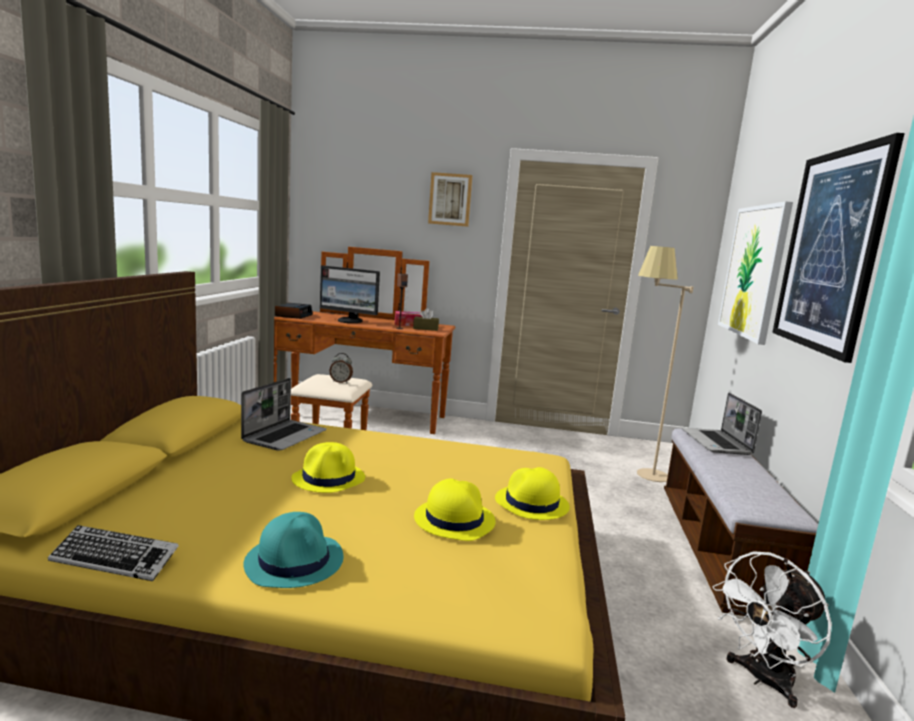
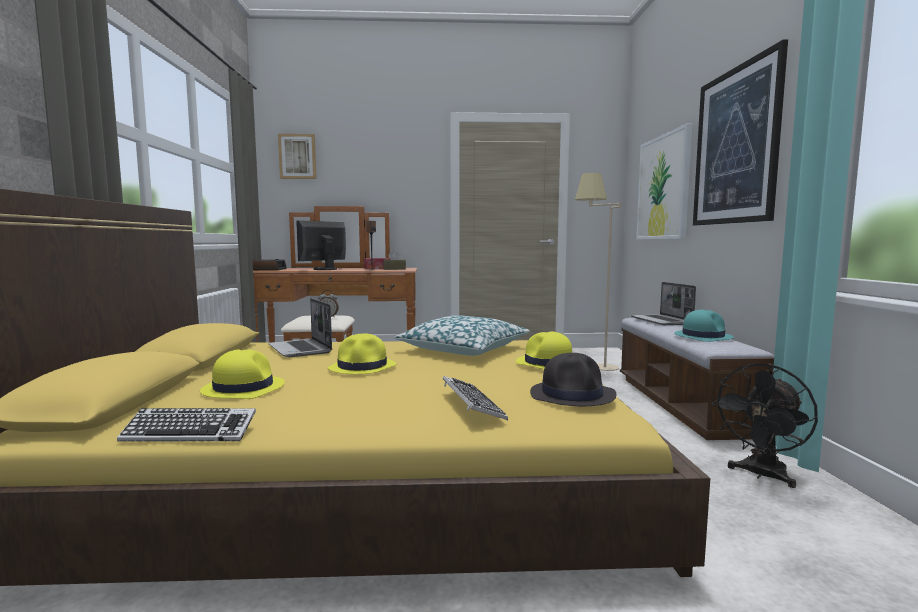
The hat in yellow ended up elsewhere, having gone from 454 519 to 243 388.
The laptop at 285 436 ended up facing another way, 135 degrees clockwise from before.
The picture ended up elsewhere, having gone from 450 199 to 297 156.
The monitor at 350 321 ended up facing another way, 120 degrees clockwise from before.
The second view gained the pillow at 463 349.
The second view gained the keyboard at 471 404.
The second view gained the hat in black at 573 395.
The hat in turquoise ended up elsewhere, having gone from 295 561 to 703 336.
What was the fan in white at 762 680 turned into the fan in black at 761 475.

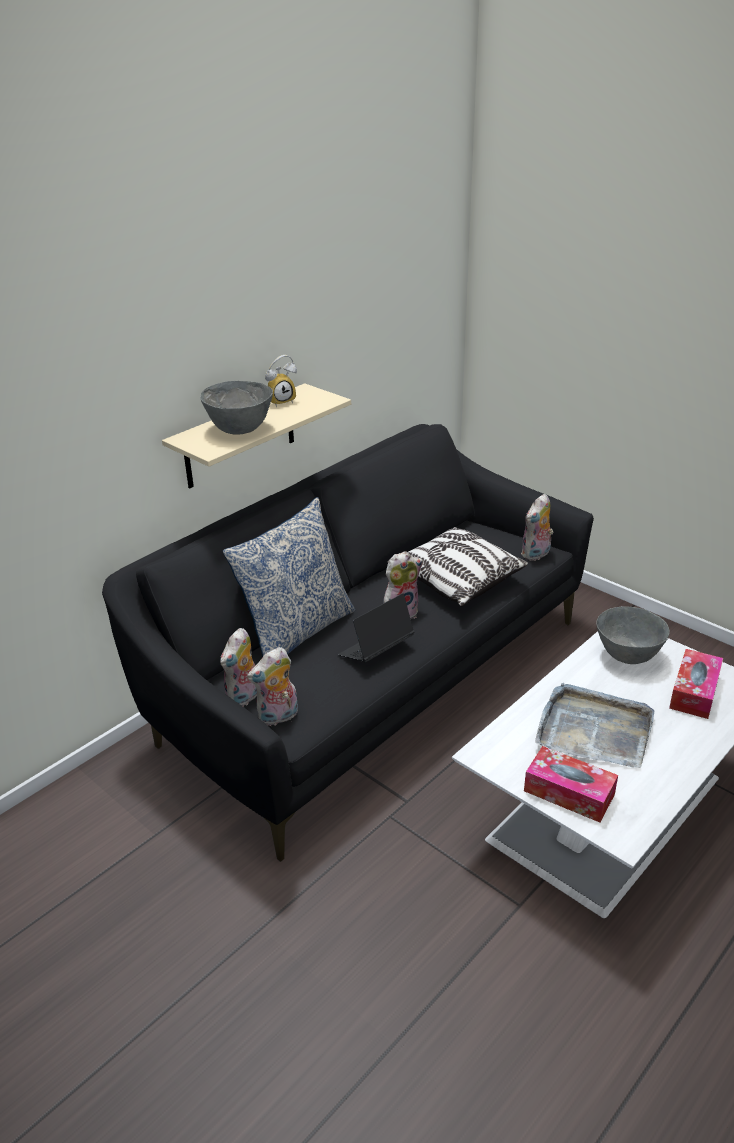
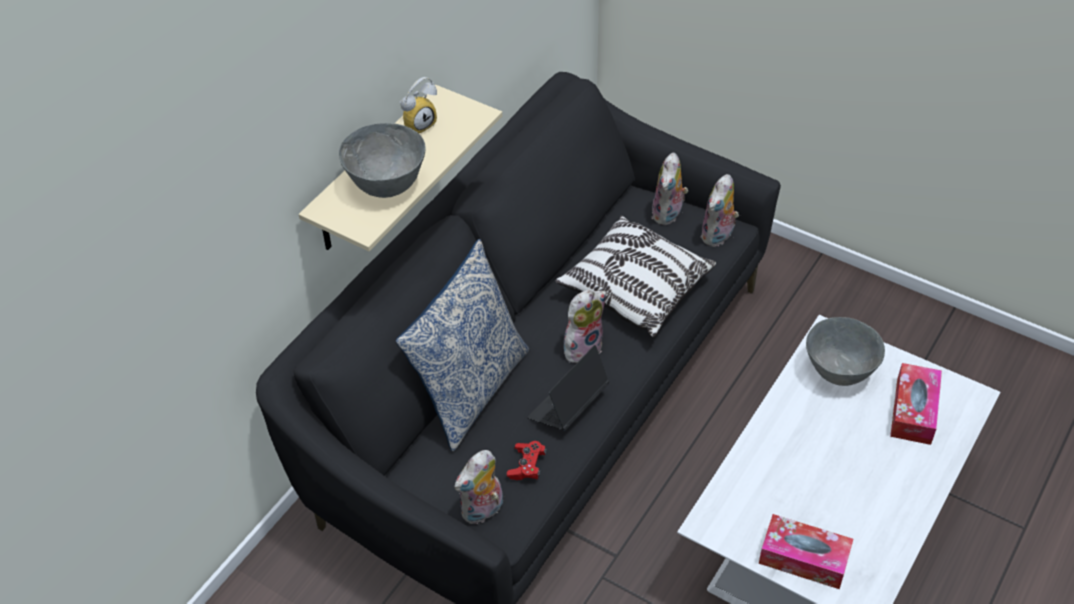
The second view gained the game controller in red at 527 466.
The plush toy ended up elsewhere, having gone from 244 698 to 668 215.
The second view lost the tray in grey at 593 729.

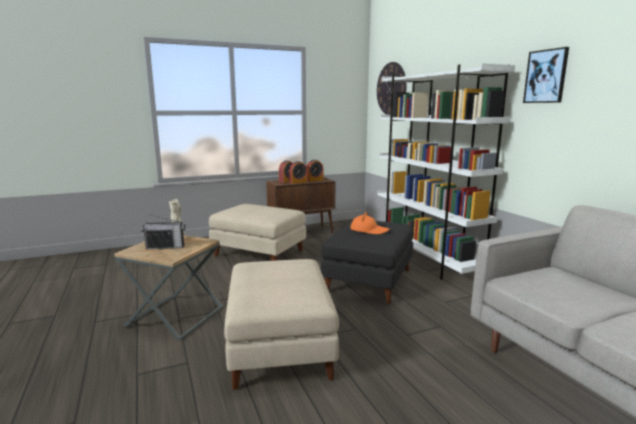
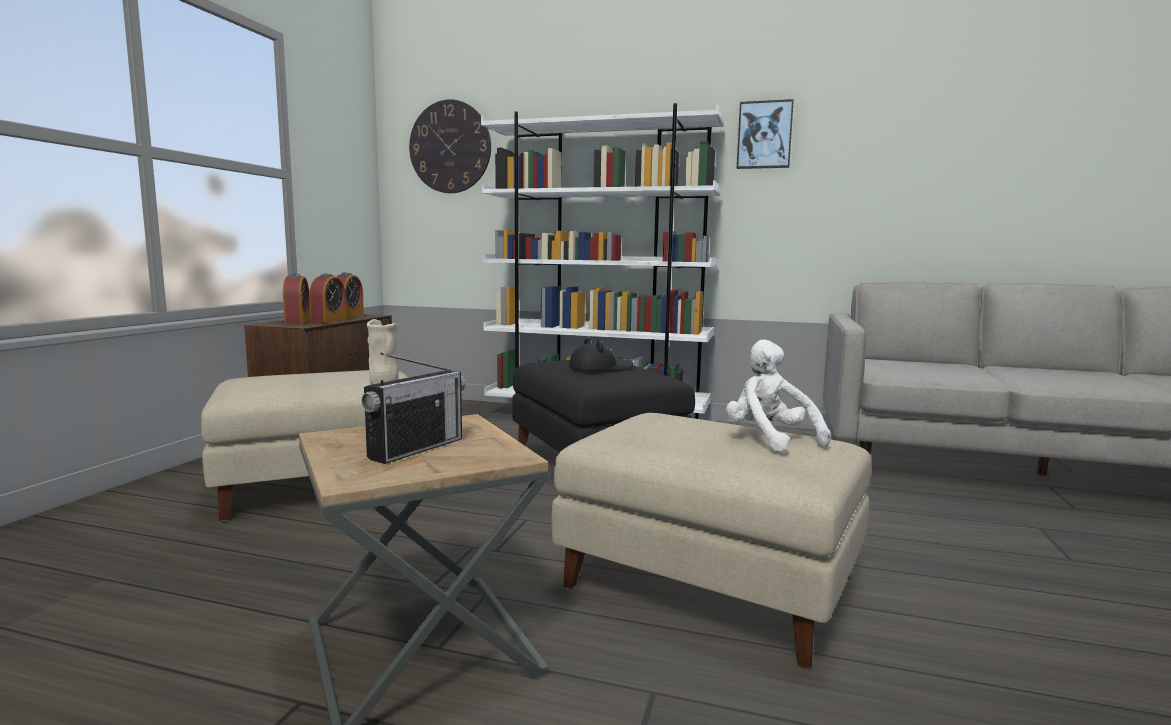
What was the hat in orange at 369 230 turned into the hat in black at 600 368.
The second view gained the plush toy in white at 769 440.

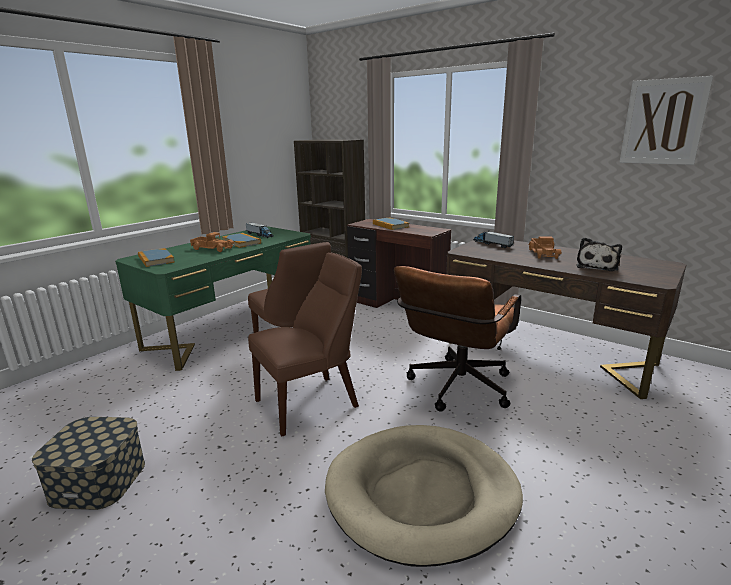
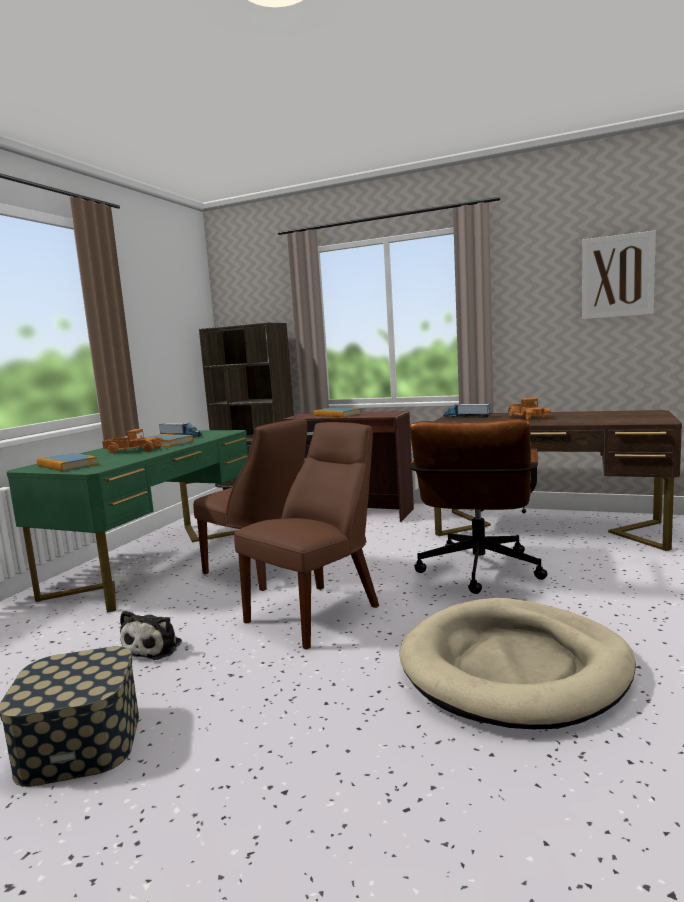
The plush toy ended up elsewhere, having gone from 597 266 to 154 647.

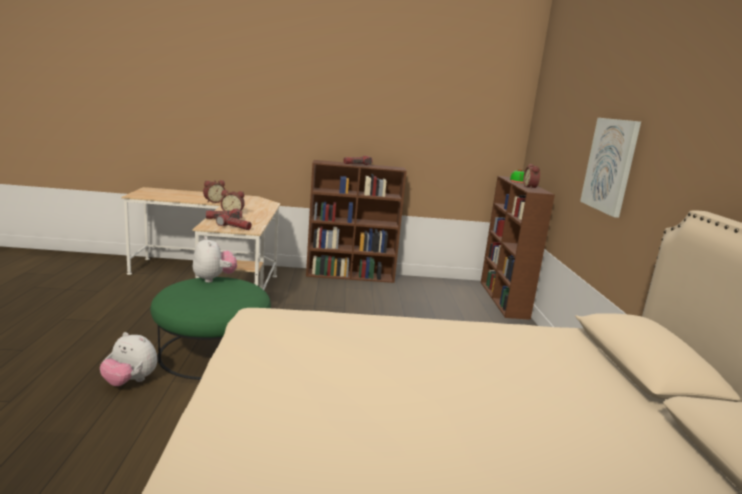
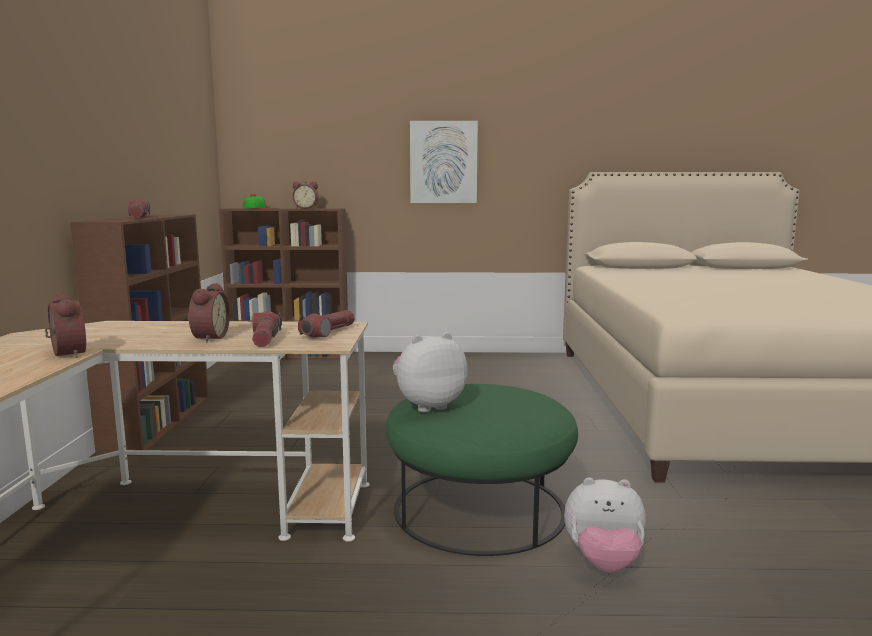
The plush toy at 130 382 ended up facing another way, 75 degrees clockwise from before.

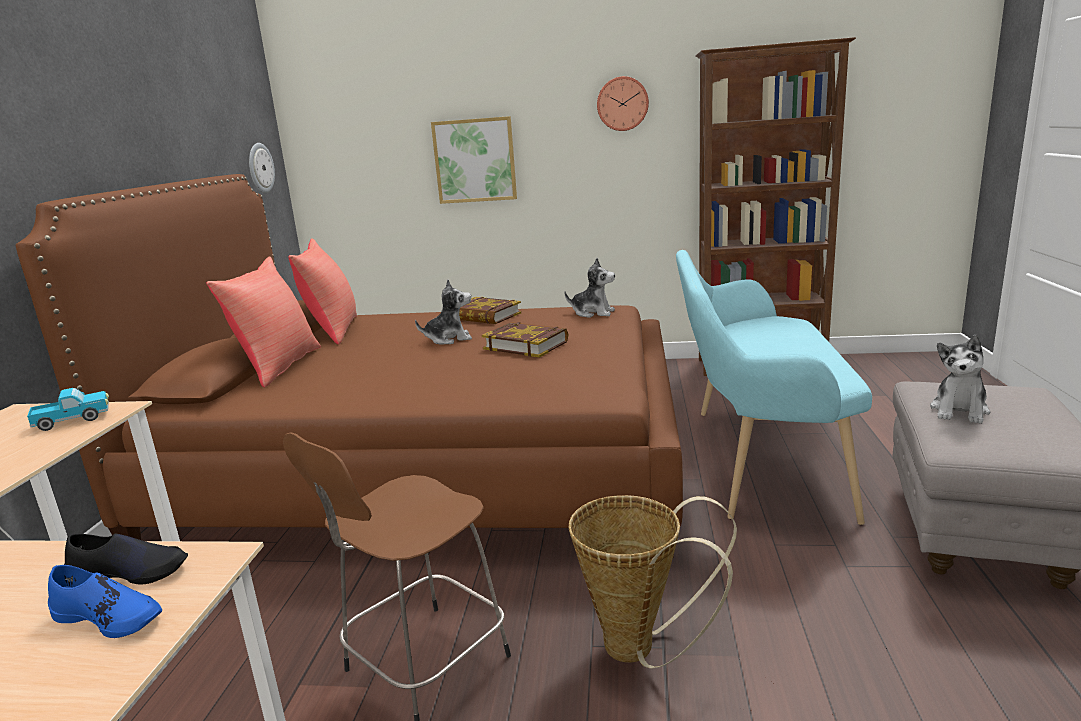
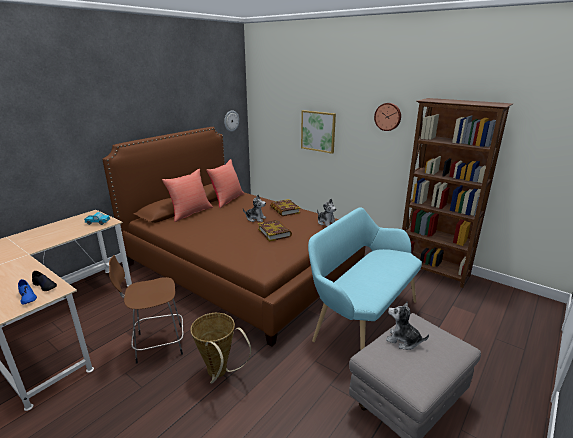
The plush toy at 959 411 ended up facing another way, 60 degrees clockwise from before.

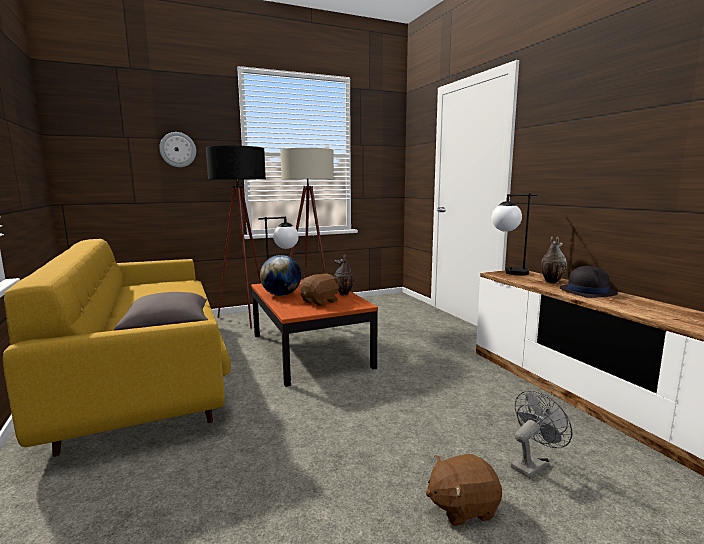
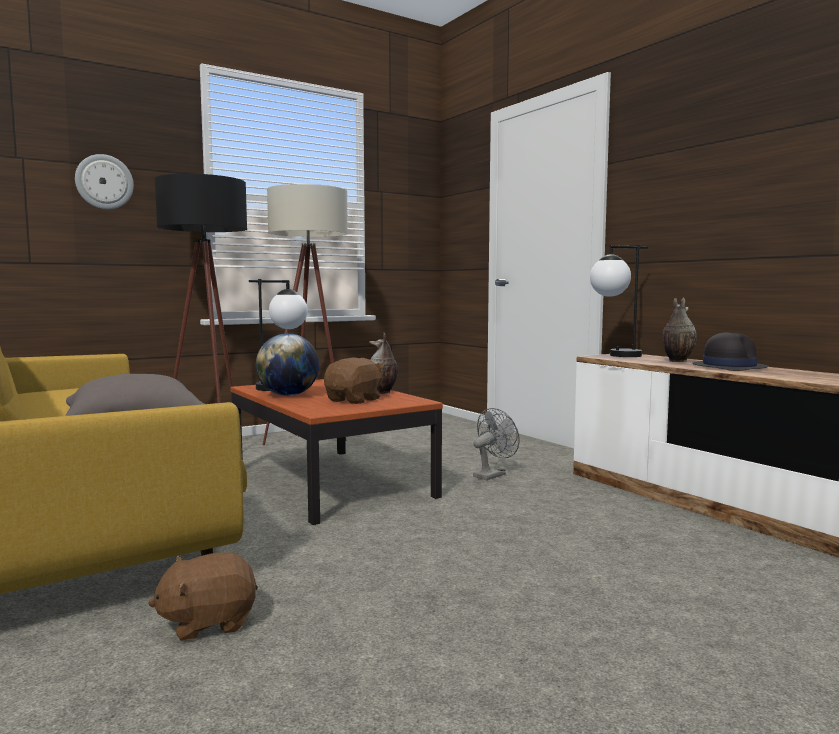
The plush toy in brown ended up elsewhere, having gone from 462 507 to 208 622.
The fan in grey ended up elsewhere, having gone from 533 464 to 492 475.

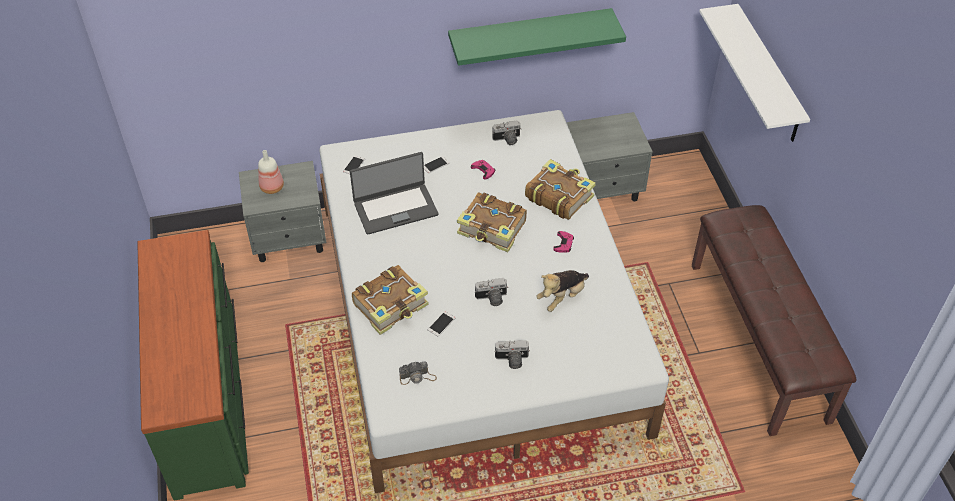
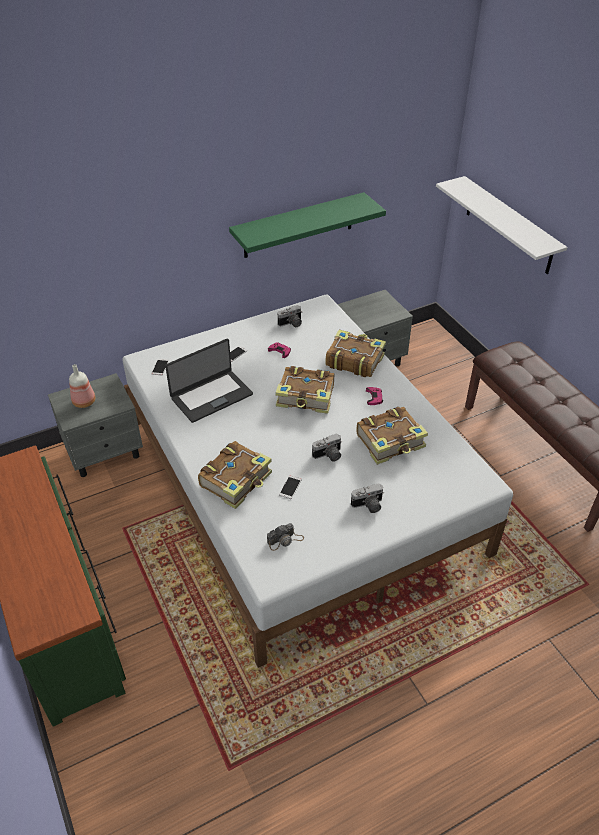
Where the plush toy stood at 562 297, the book came to stand at 391 442.

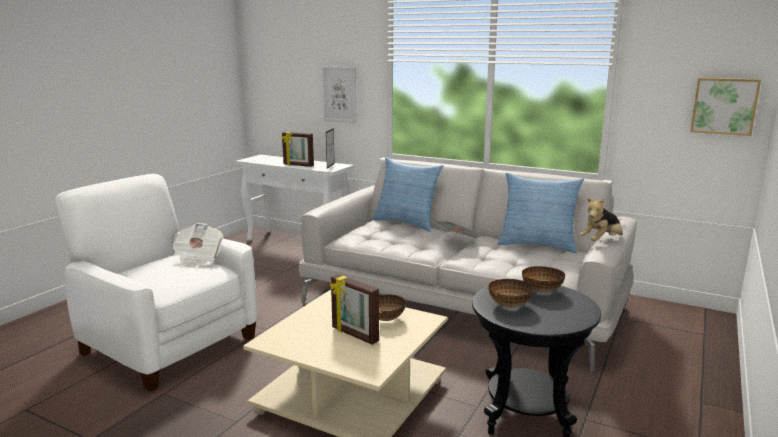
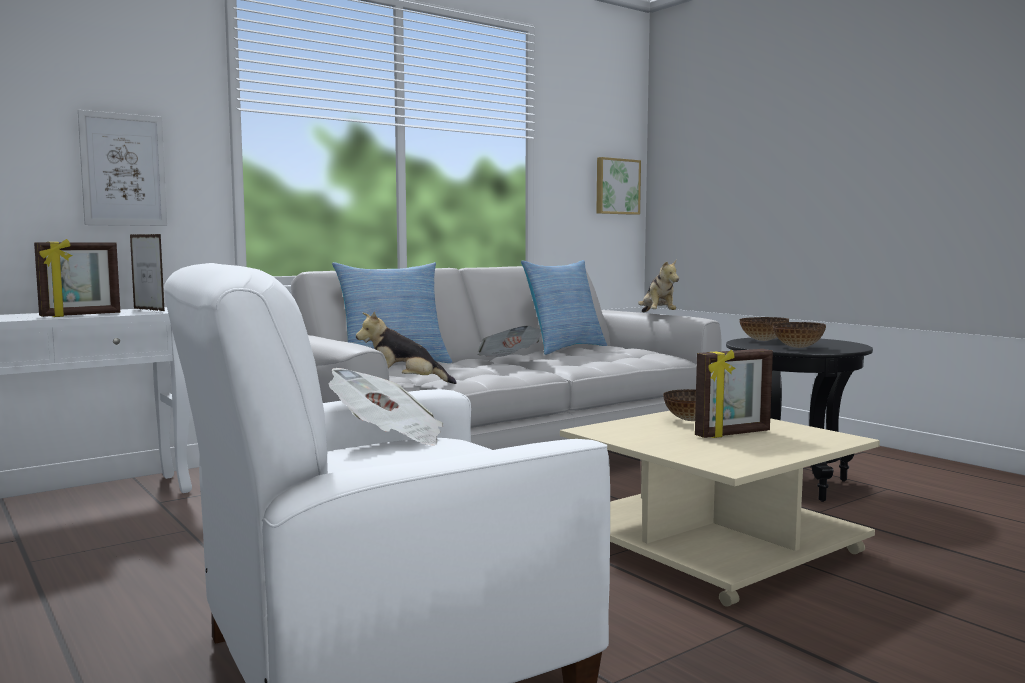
The second view gained the plush toy at 404 384.

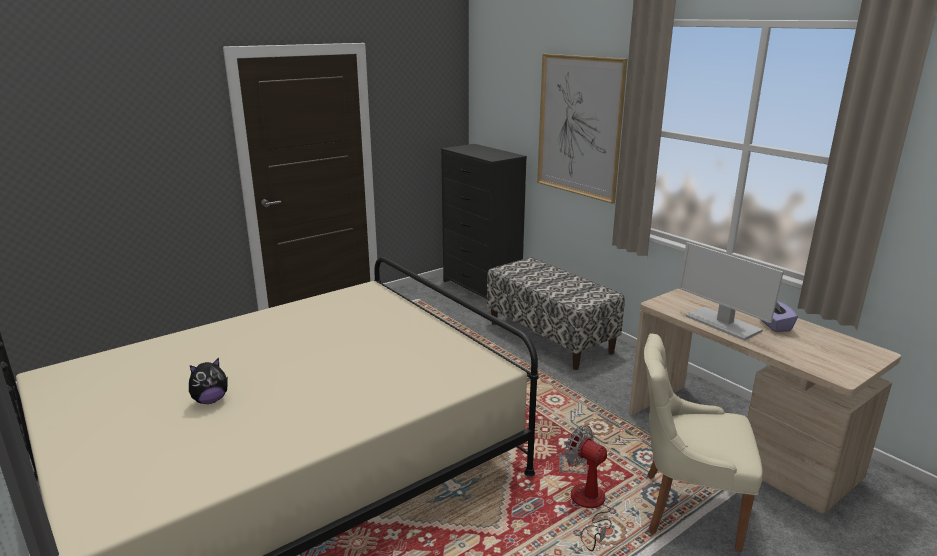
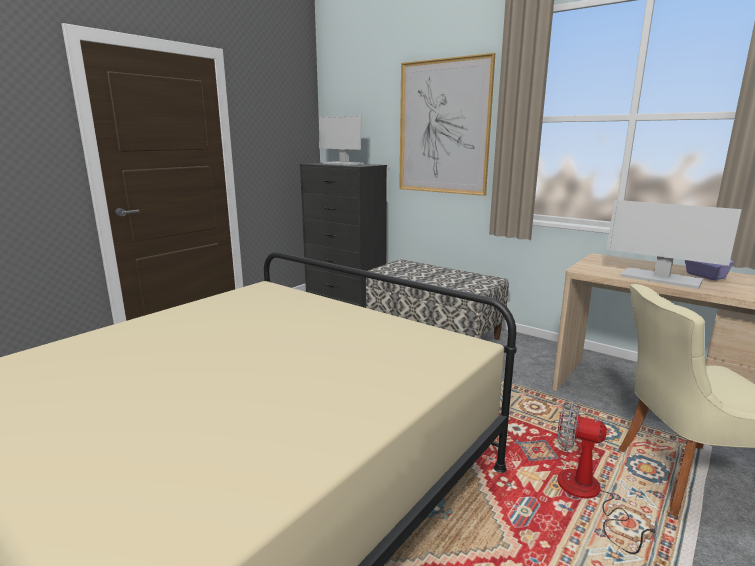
The second view gained the monitor at 342 164.
The second view lost the plush toy at 210 400.

